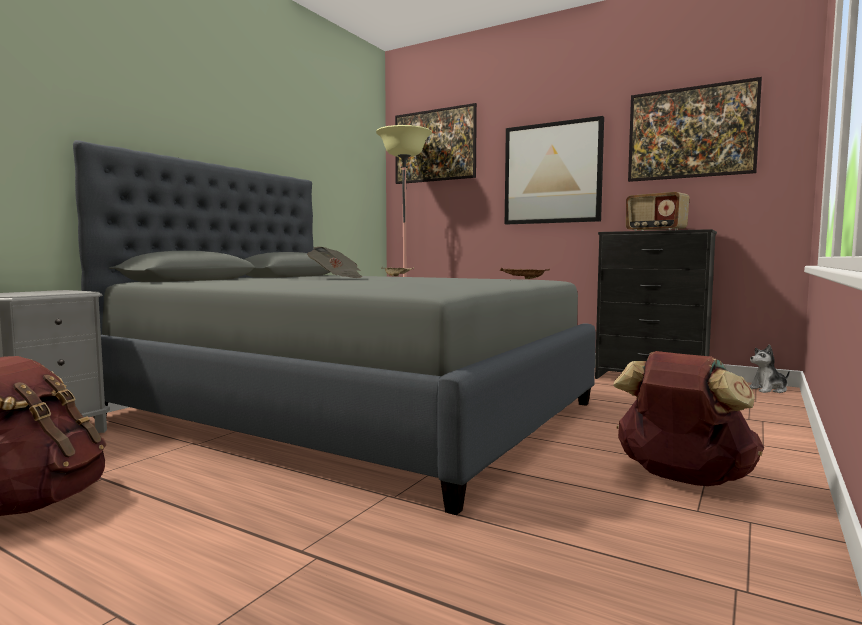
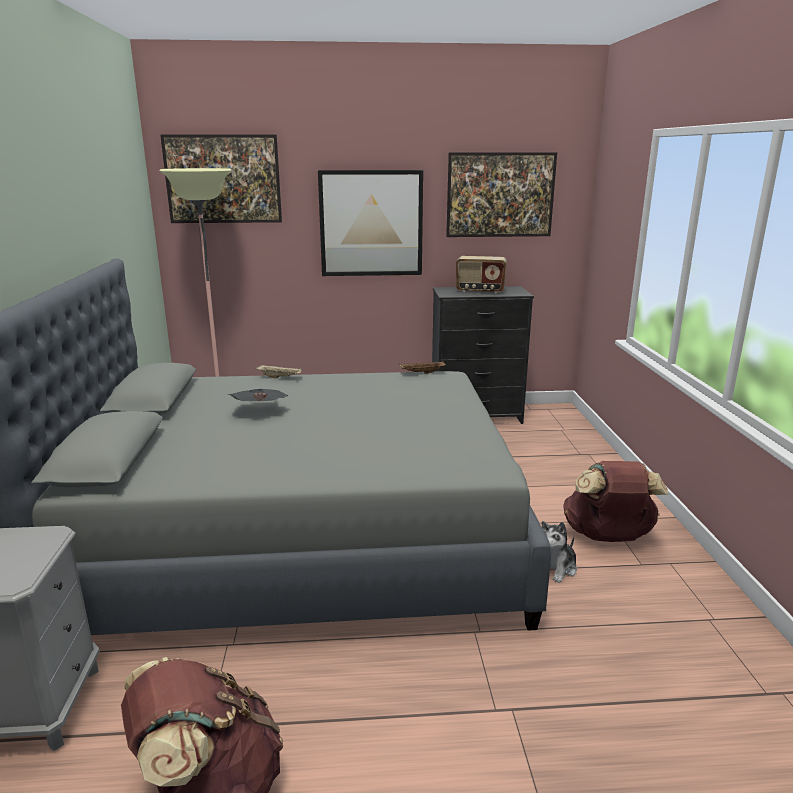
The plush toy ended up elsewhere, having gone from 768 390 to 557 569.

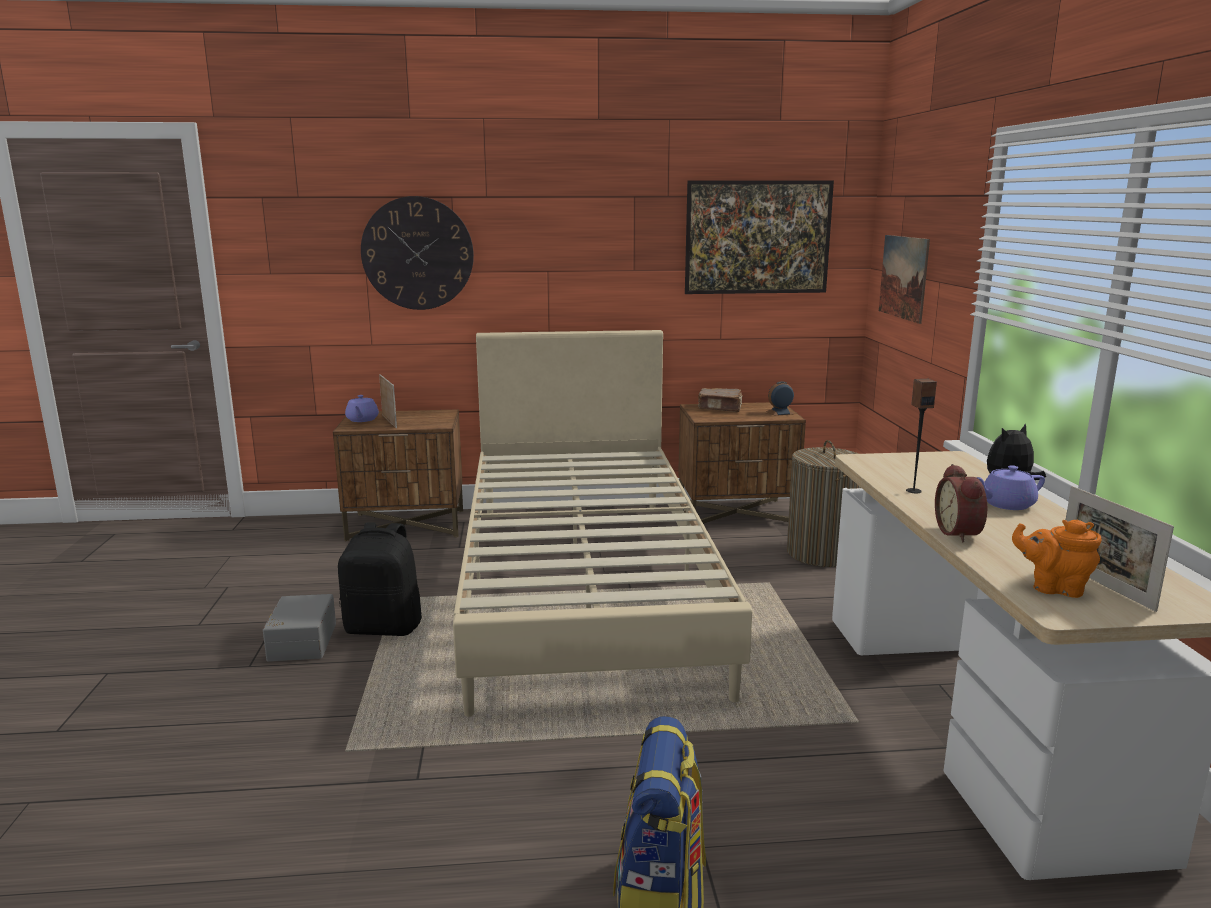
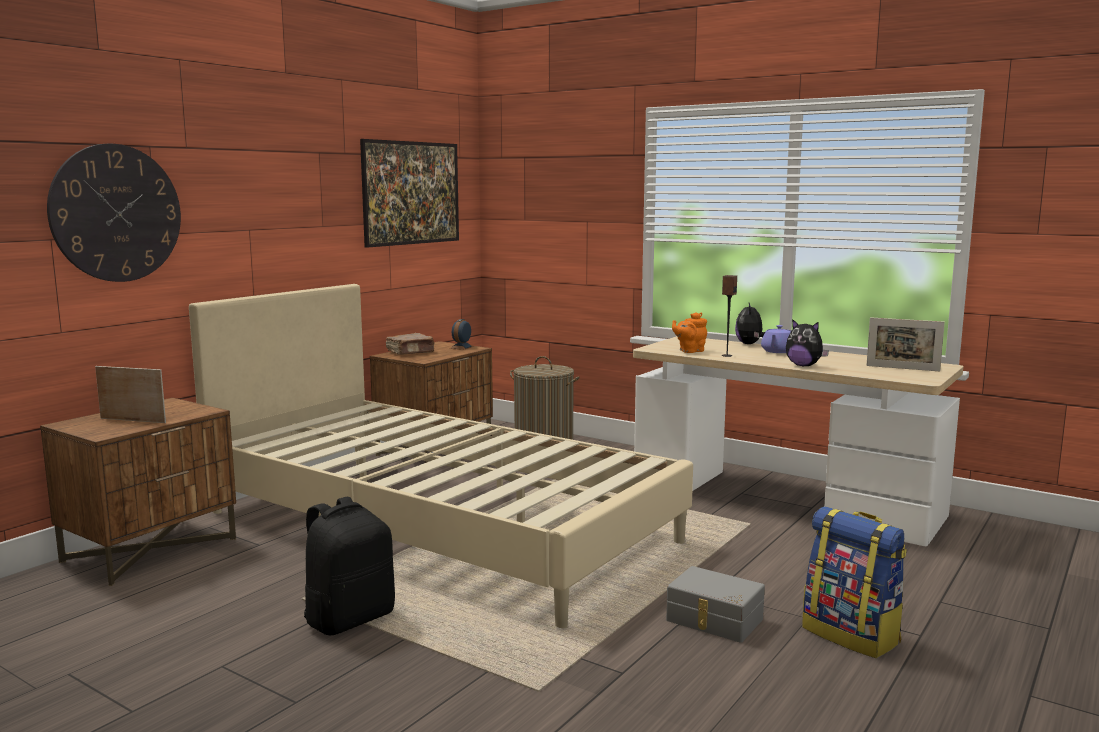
The storage box in grey ended up elsewhere, having gone from 300 641 to 713 620.
The teapot in orange ended up elsewhere, having gone from 1053 588 to 689 351.
Where the alarm clock stood at 960 533, the plush toy came to stand at 804 366.
The second view lost the teapot in purple at 362 420.
The second view lost the picture at 903 277.

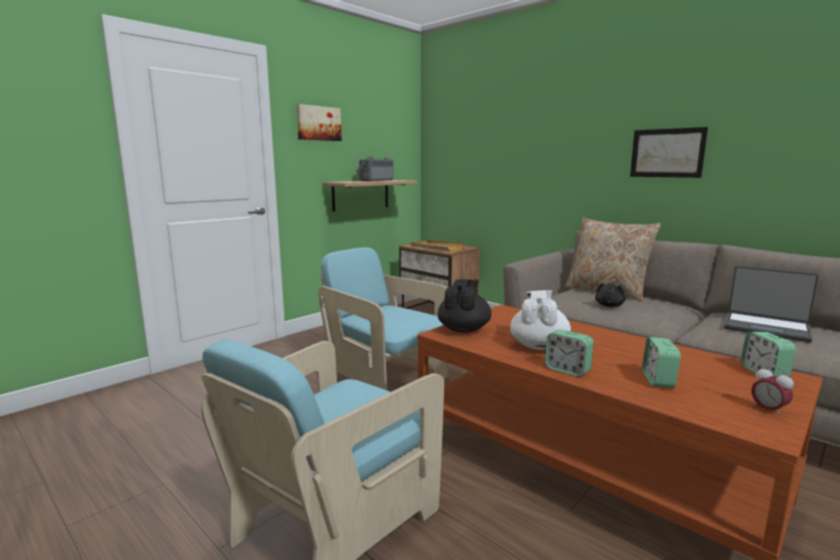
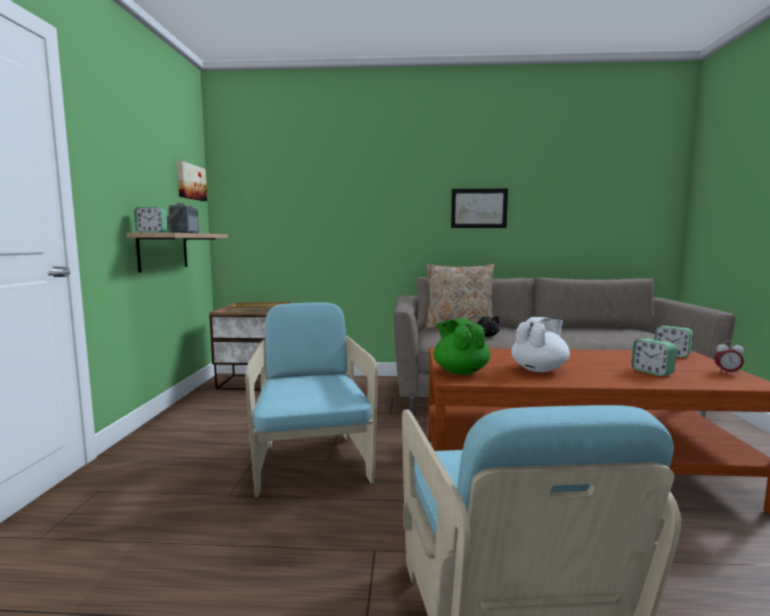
The alarm clock ended up elsewhere, having gone from 567 370 to 152 232.
The picture ended up elsewhere, having gone from 318 123 to 190 182.
The armchair in turquoise at 385 378 ended up facing another way, 75 degrees clockwise from before.
What was the teapot in black at 464 329 turned into the teapot in green at 460 371.
The teapot in white at 538 345 ended up facing another way, 75 degrees clockwise from before.
The second view lost the laptop at 766 328.

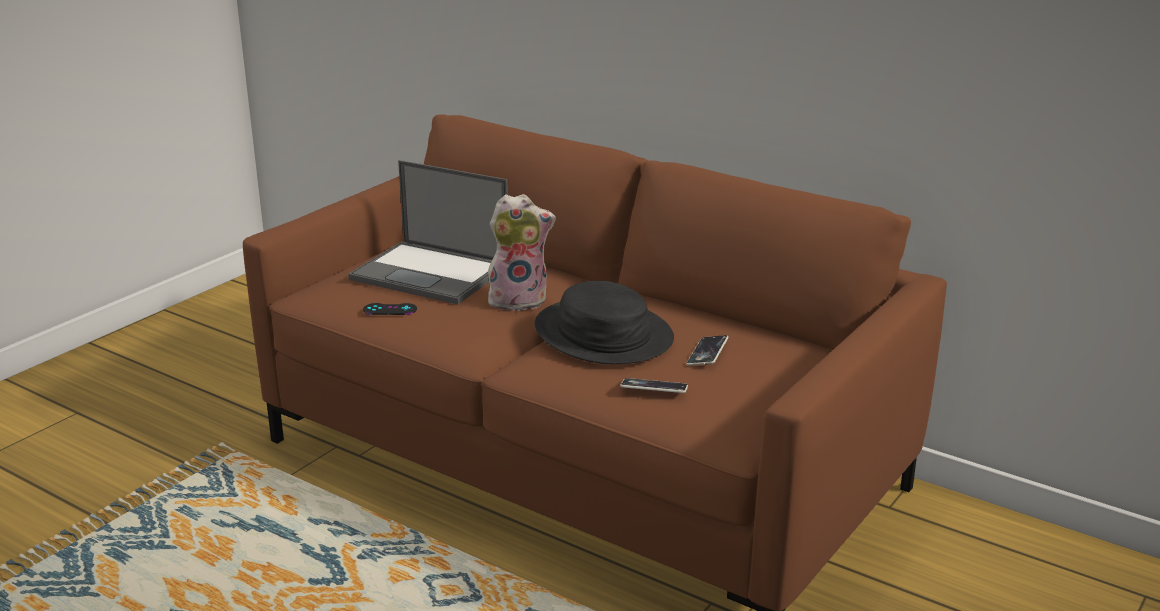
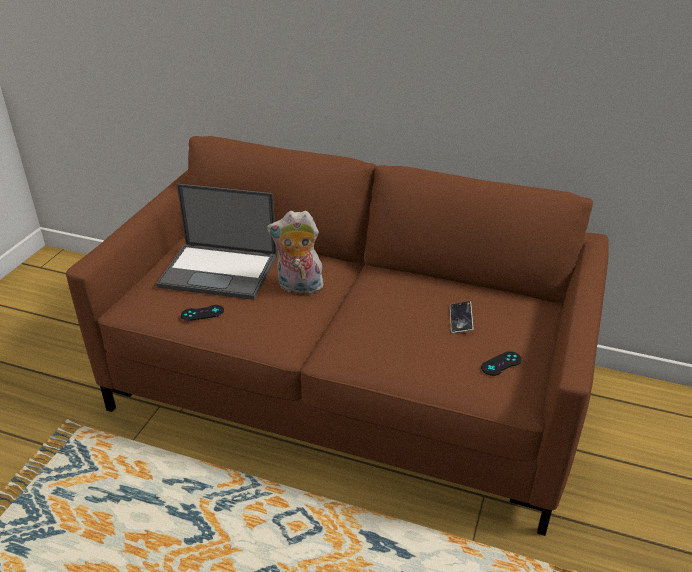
The plush toy at 519 300 ended up facing another way, 150 degrees counterclockwise from before.
The second view gained the game controller in black at 501 364.
The second view lost the hat in black at 603 334.
The second view lost the phone at 654 390.

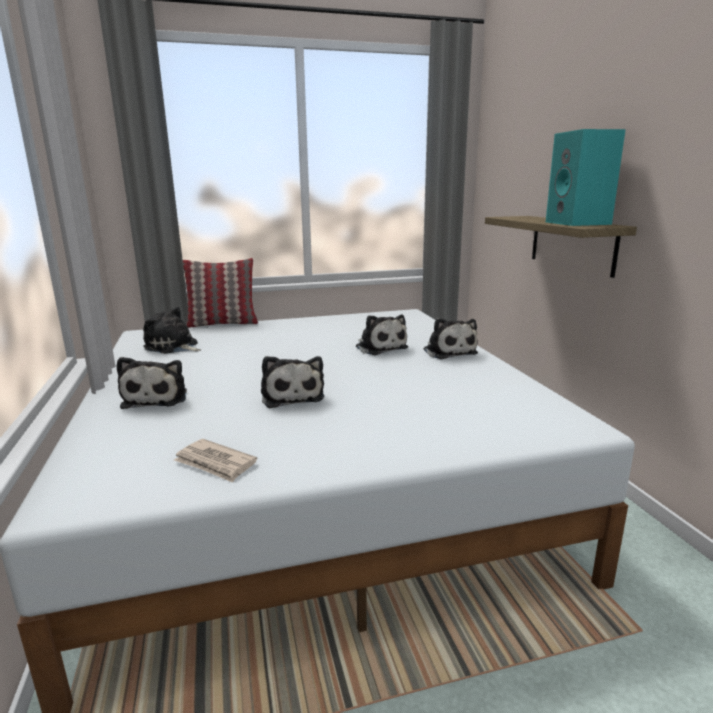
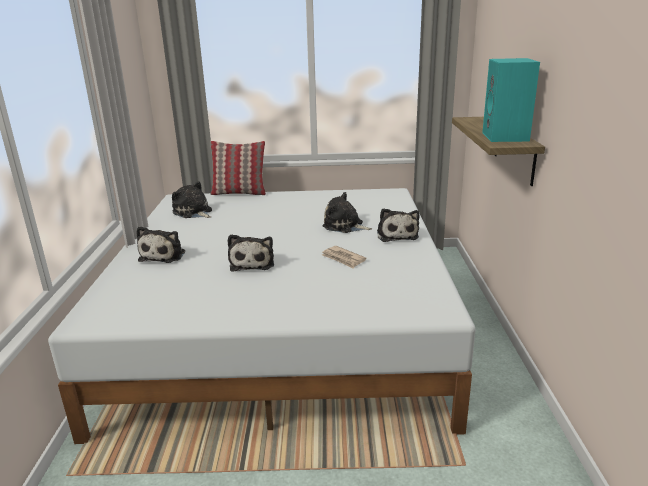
The plush toy at 380 347 ended up facing another way, 135 degrees clockwise from before.
The newspaper ended up elsewhere, having gone from 215 463 to 343 259.

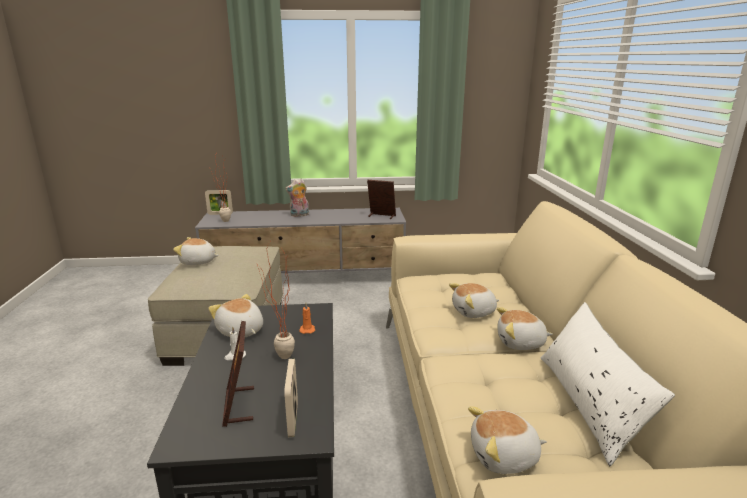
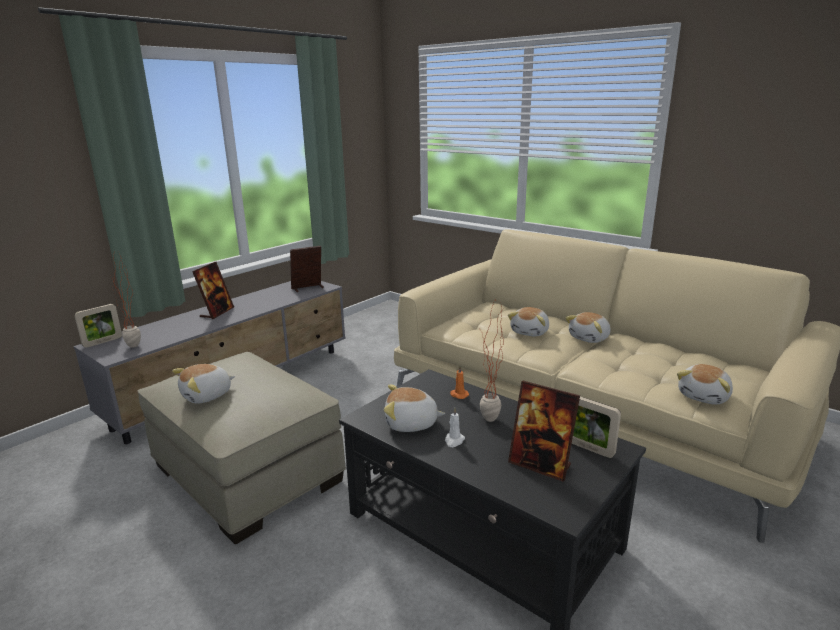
Where the plush toy stood at 299 215, the picture frame came to stand at 217 312.
The second view lost the pillow in white at 589 403.

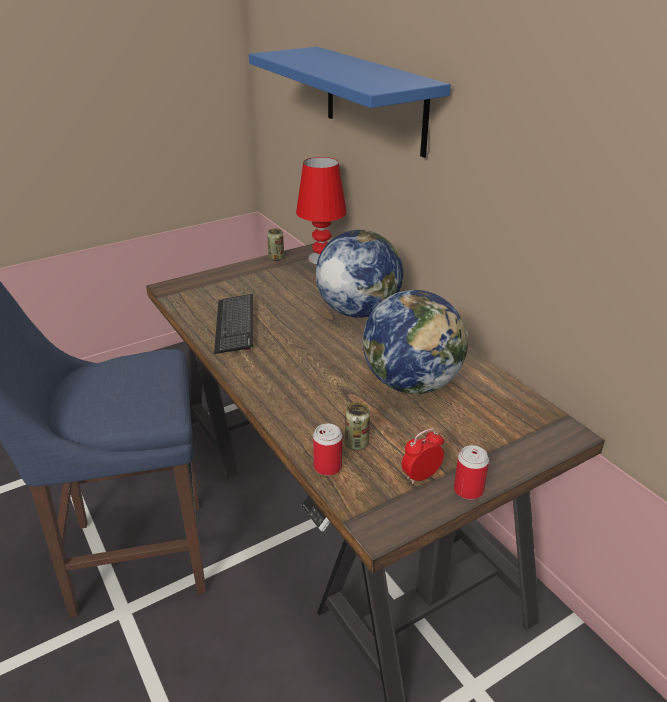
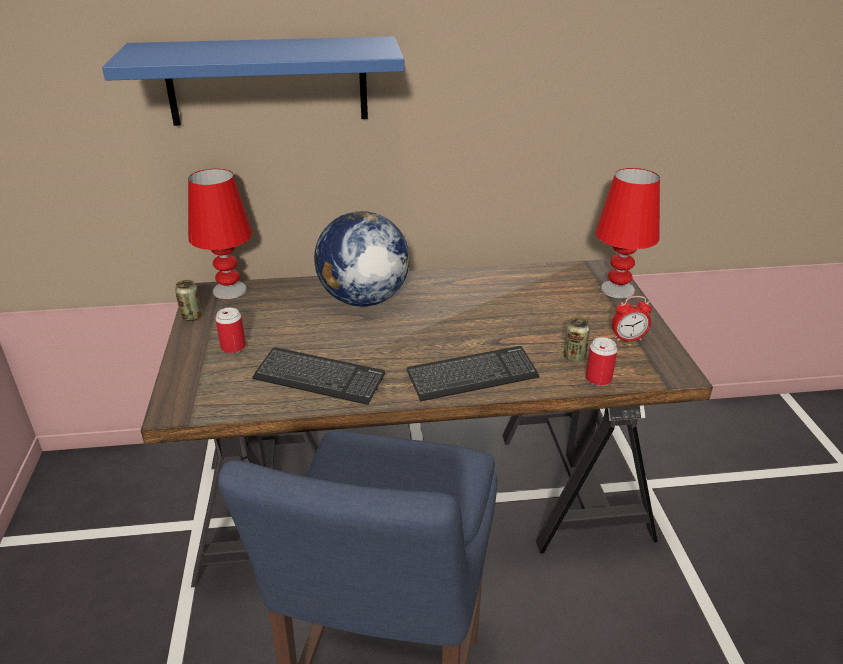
The can ended up elsewhere, having gone from 468 490 to 233 347.
The second view gained the keyboard at 472 376.
The second view gained the table lamp in red at 618 290.
The alarm clock at 421 476 ended up facing another way, 90 degrees counterclockwise from before.
The second view lost the globe at 412 383.

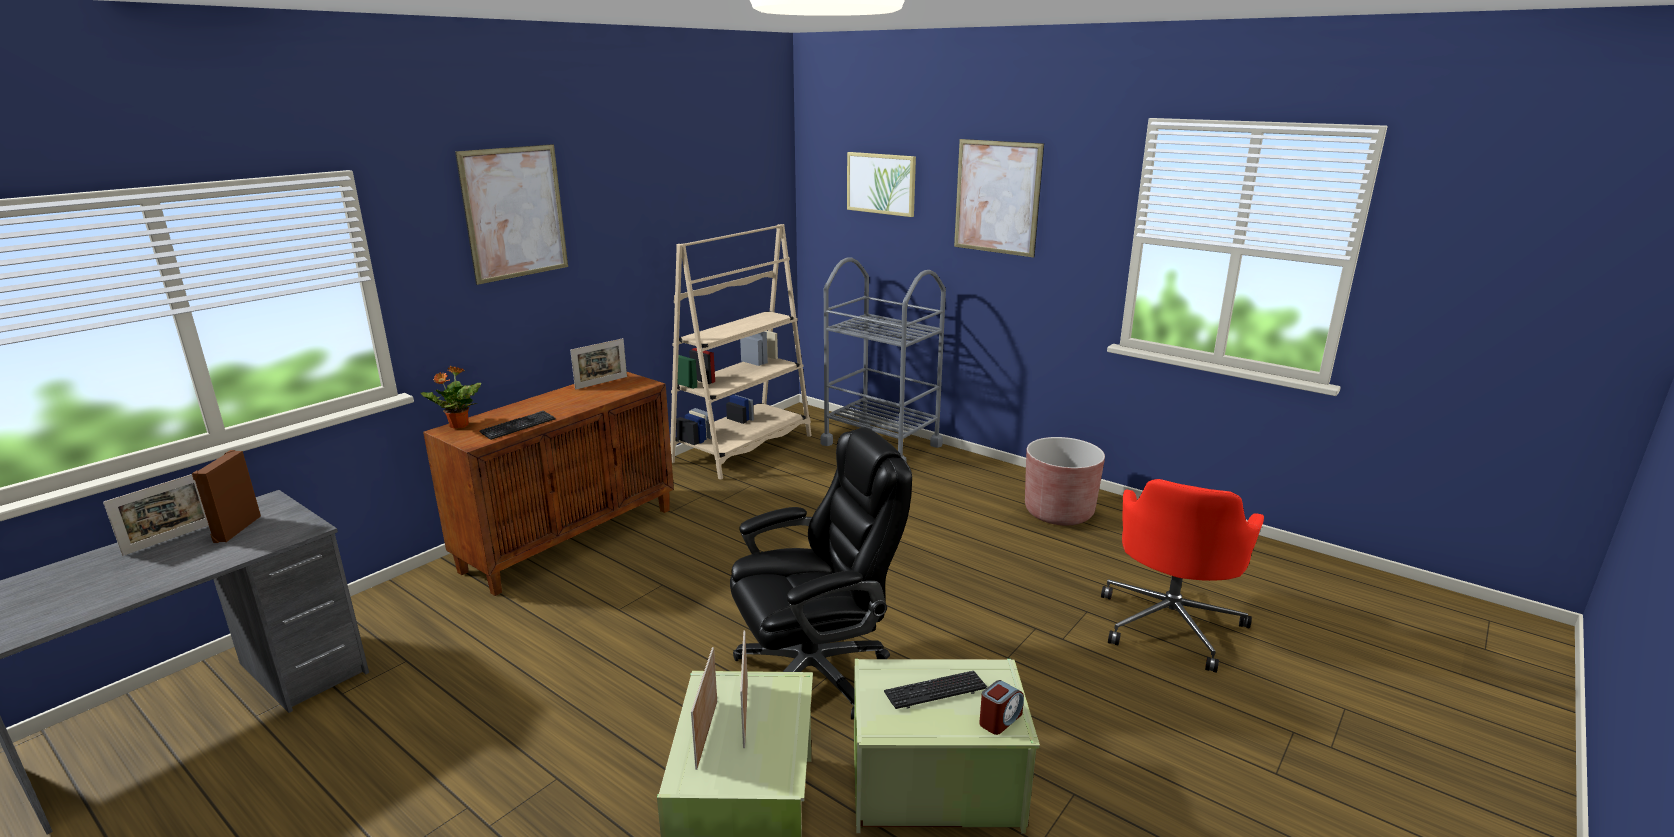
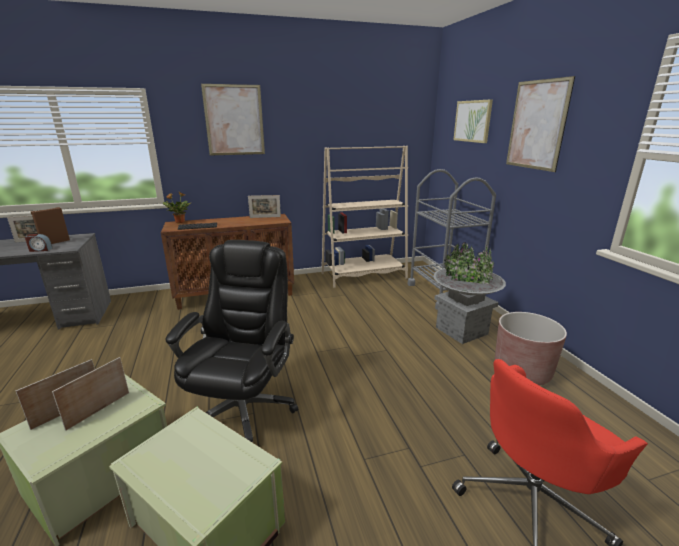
The alarm clock ended up elsewhere, having gone from 1000 719 to 40 250.
The office chair in black at 815 673 ended up facing another way, 90 degrees counterclockwise from before.
The second view gained the planter in grey at 461 330.
The second view lost the keyboard at 935 691.

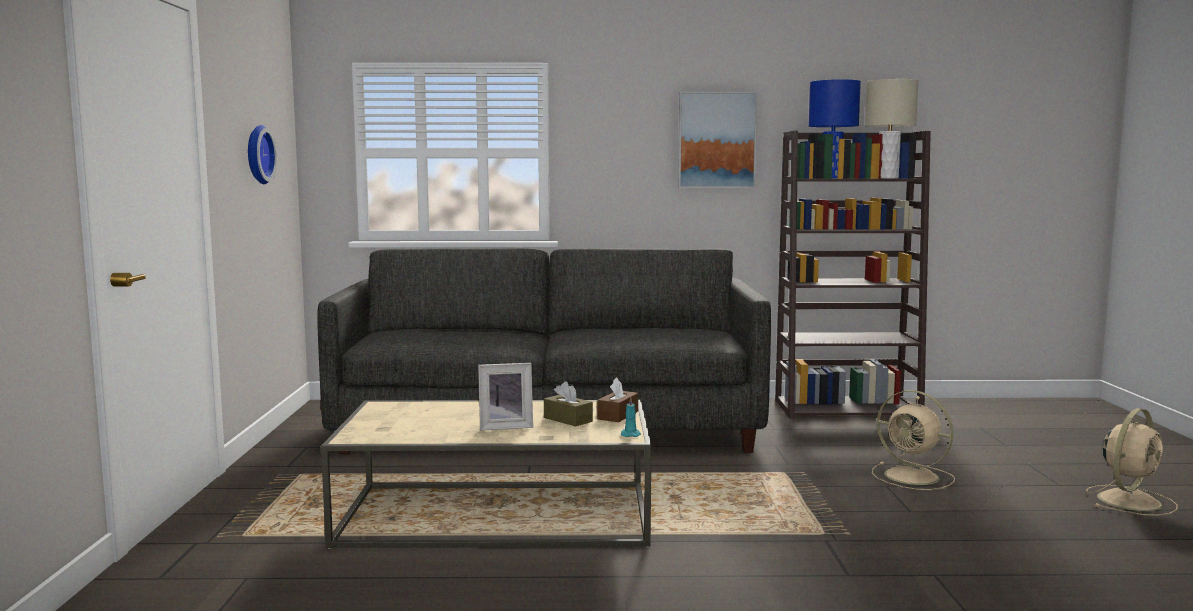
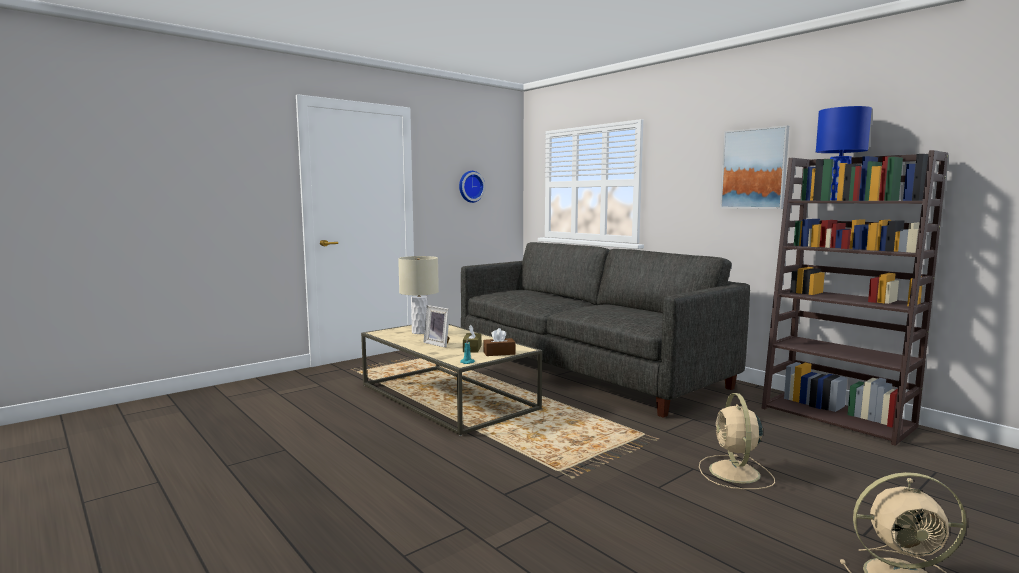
The table lamp in beige ended up elsewhere, having gone from 888 178 to 420 332.

